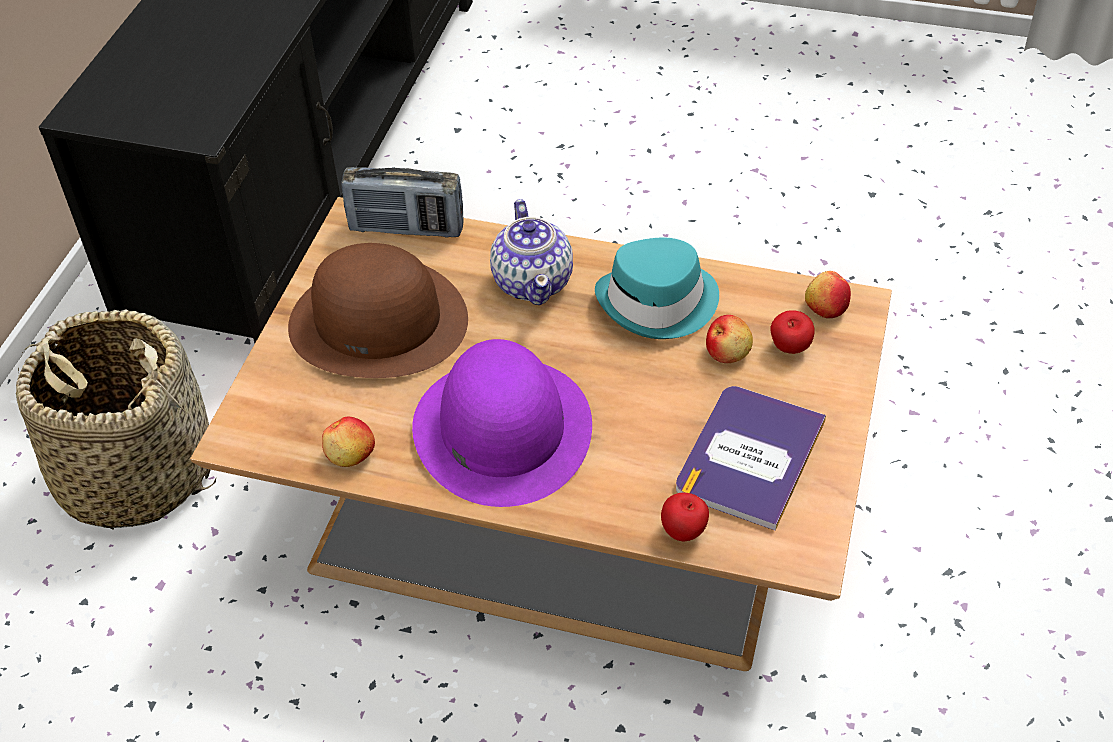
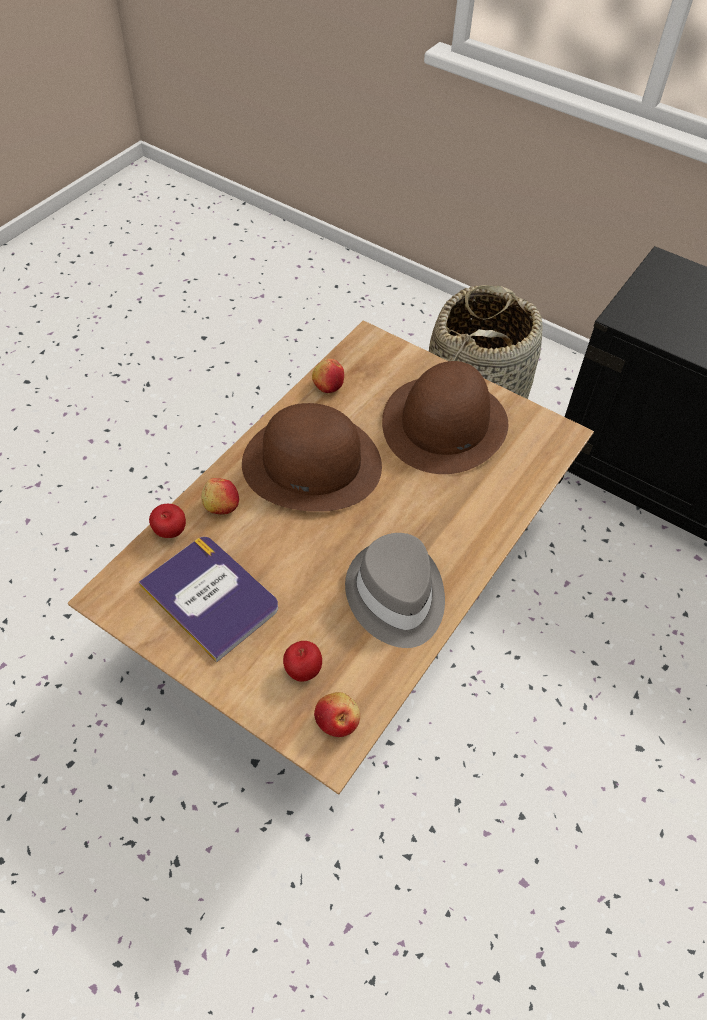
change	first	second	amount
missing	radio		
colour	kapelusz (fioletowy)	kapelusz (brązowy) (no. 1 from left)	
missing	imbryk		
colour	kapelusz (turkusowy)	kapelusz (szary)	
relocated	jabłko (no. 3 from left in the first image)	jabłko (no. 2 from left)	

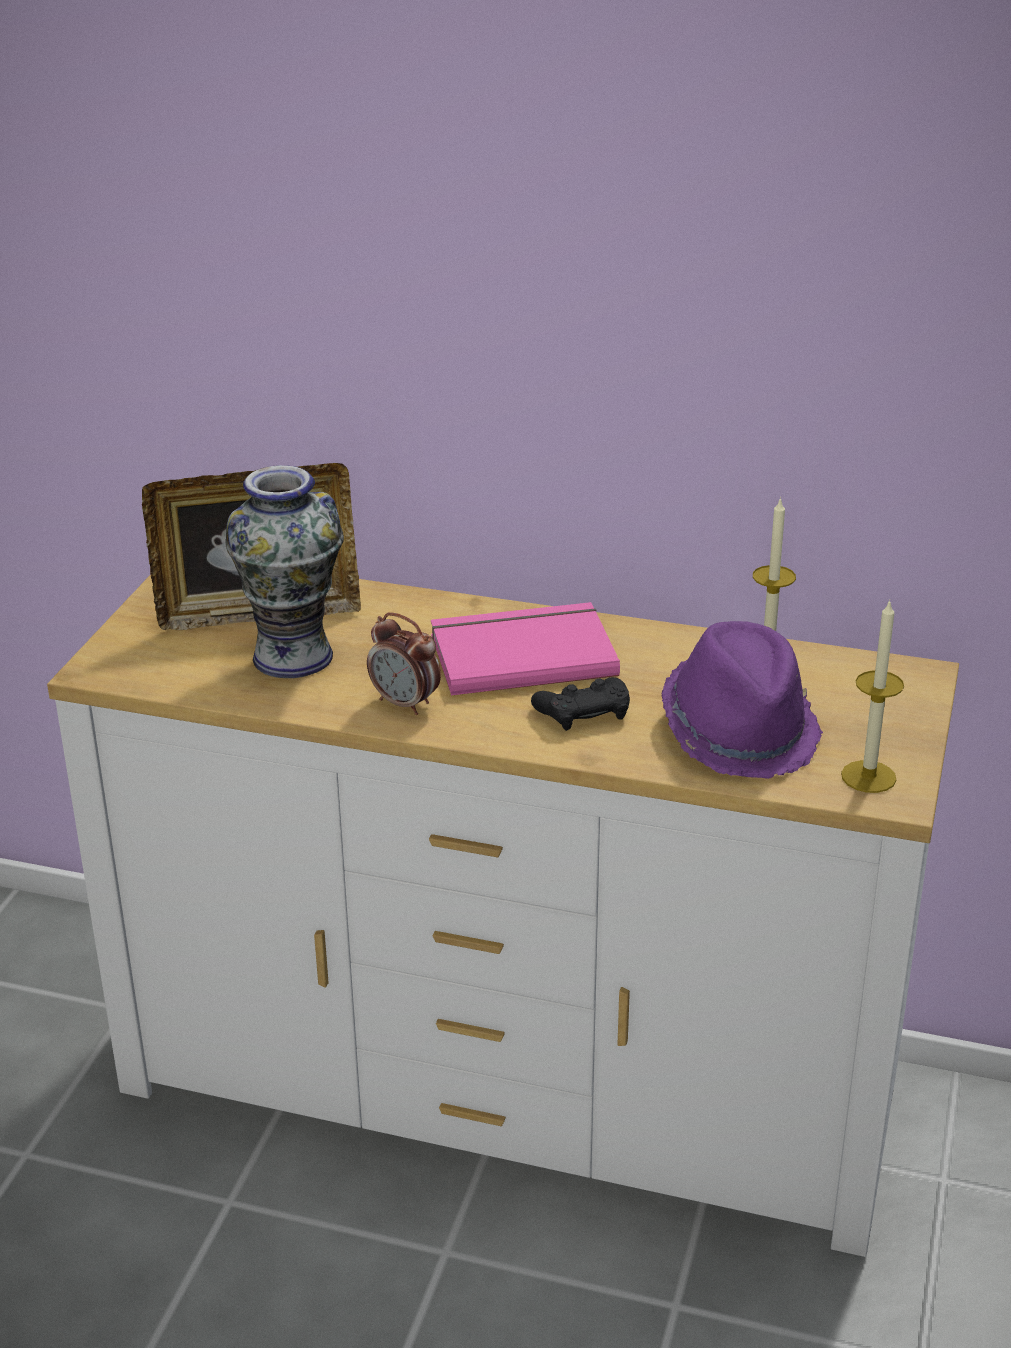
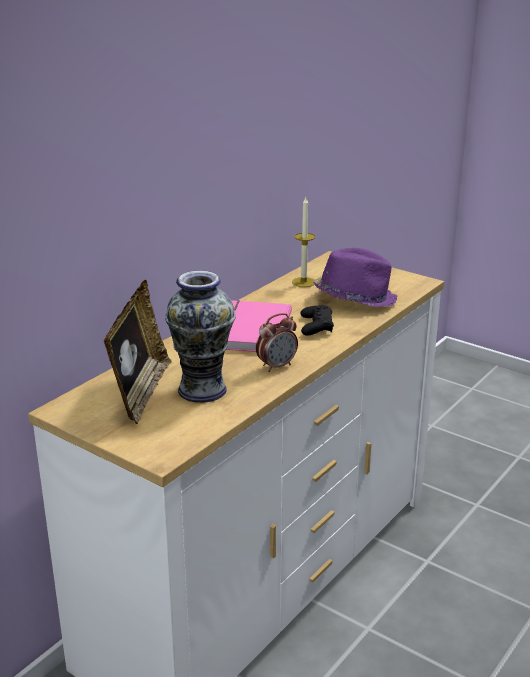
change	first	second	amount
missing	świeca (no. 2 from left)		

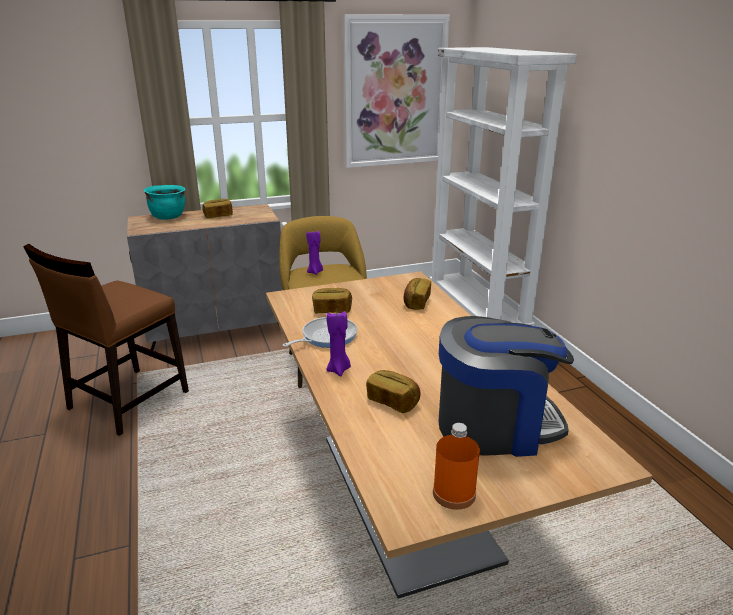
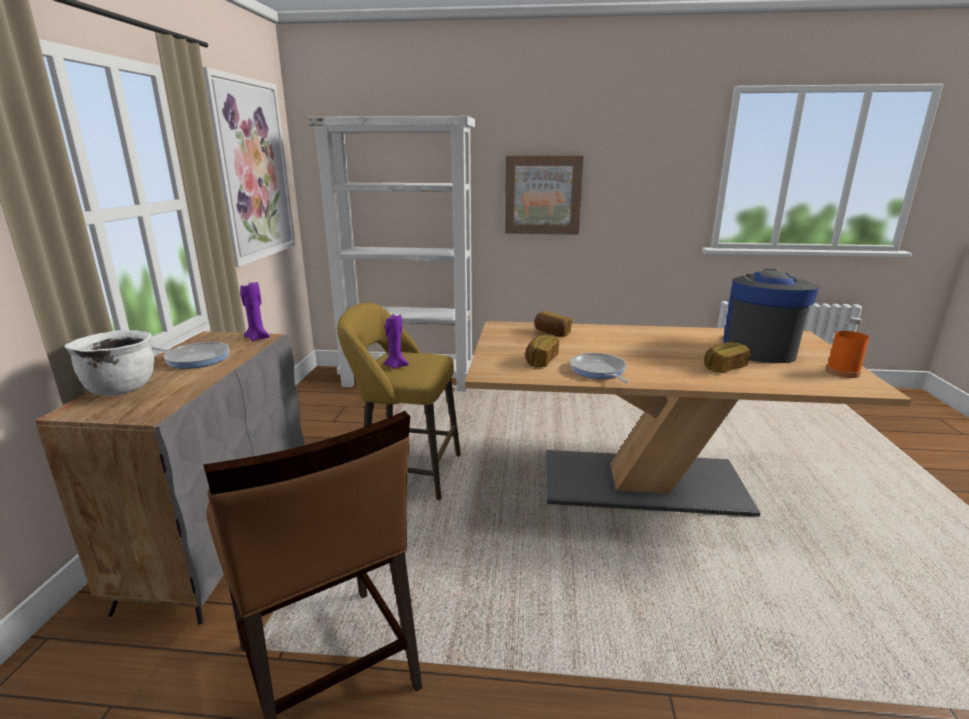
change	first	second	amount
colour	garnek (turkusowy)	garnek (biały)	
exchanged	chleb (no. 1 from left)	patelnia (no. 1 from left)	
relocated	świeca (fioletowy) (no. 2 from left in the first image)	świeca (fioletowy) (no. 1 from left)	
appeared		obraz (no. 2 from left)	

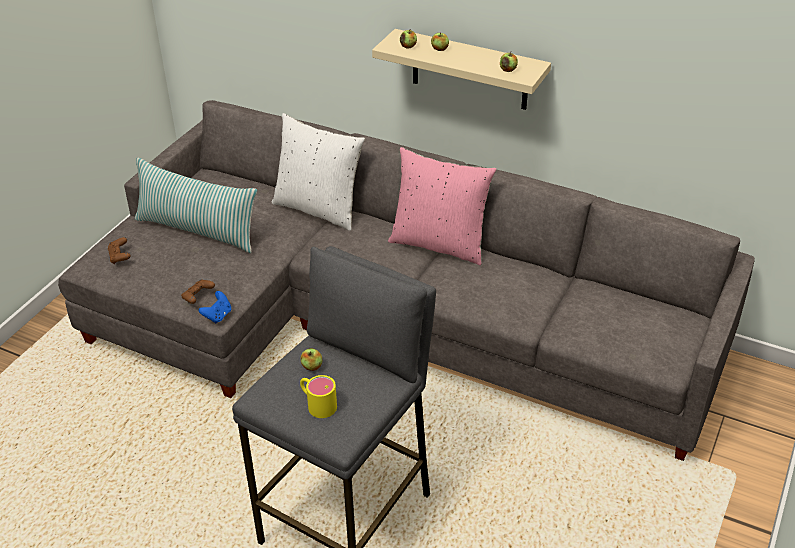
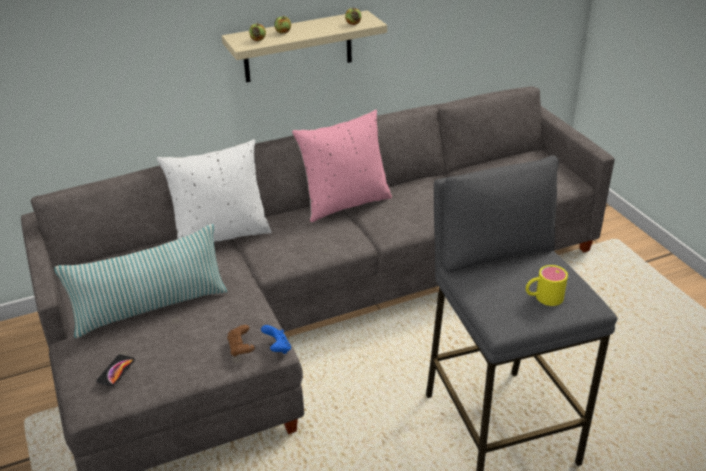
change	first	second	amount
exchanged	pad do gier (brązowy) (no. 1 from left)	telefon	
missing	jabłko (no. 1 from left)		

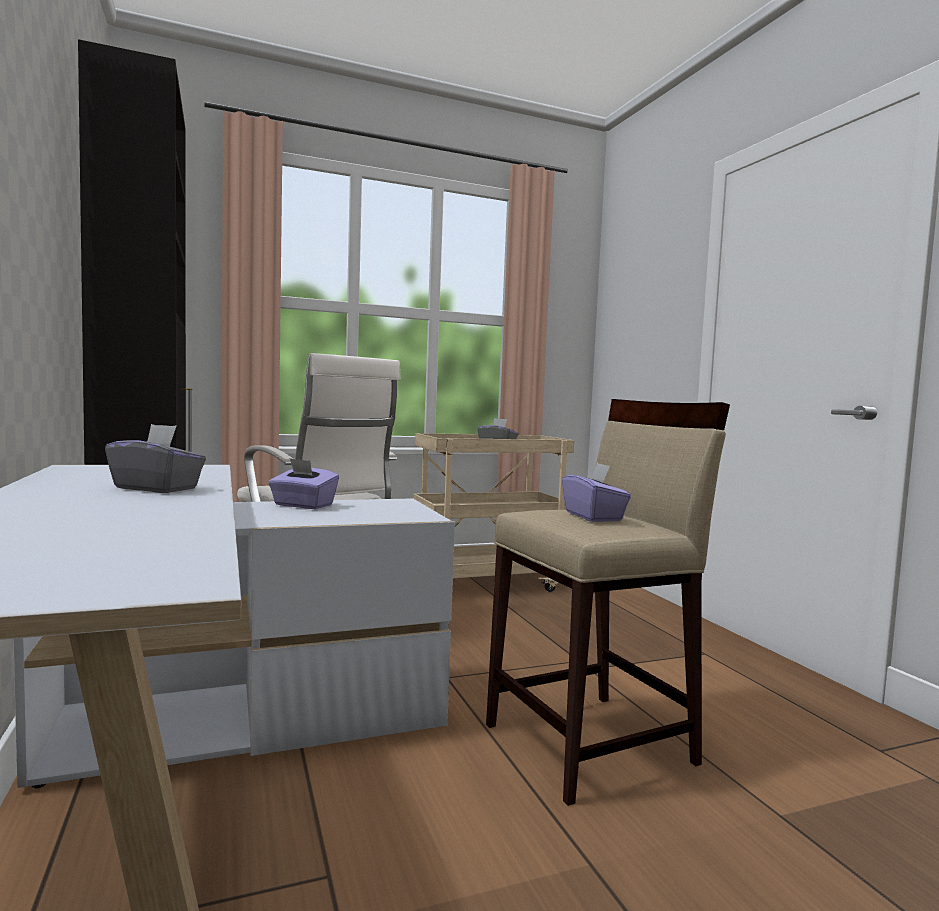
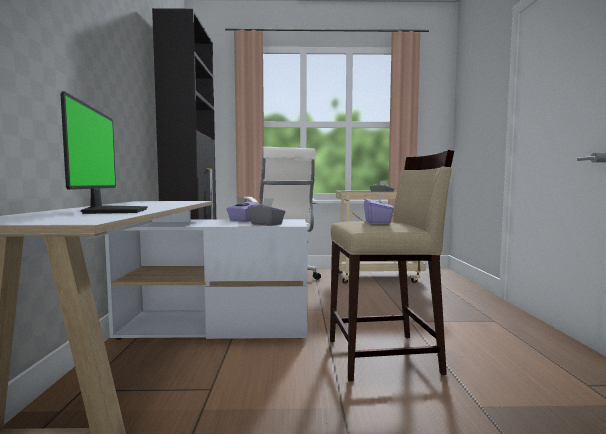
change	first	second	amount
relocated	pudełko chusteczek (szary) (no. 1 from left)		
appeared		monitor	

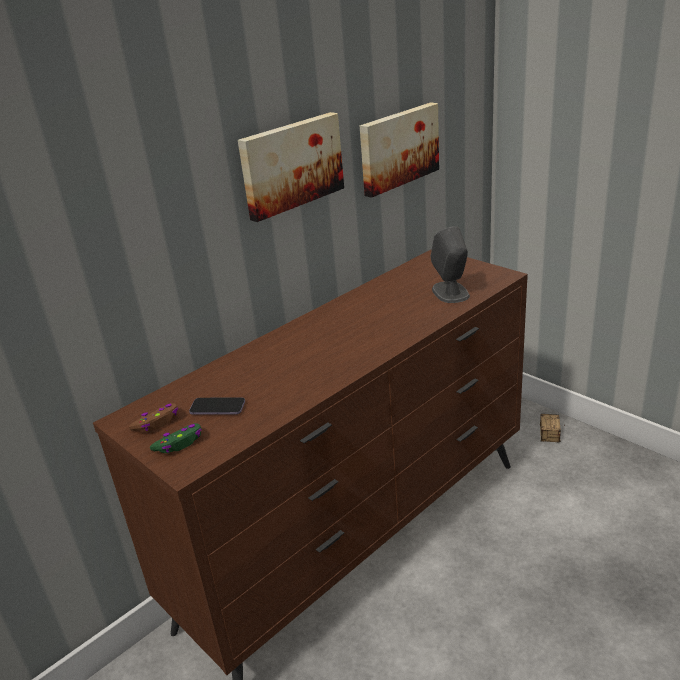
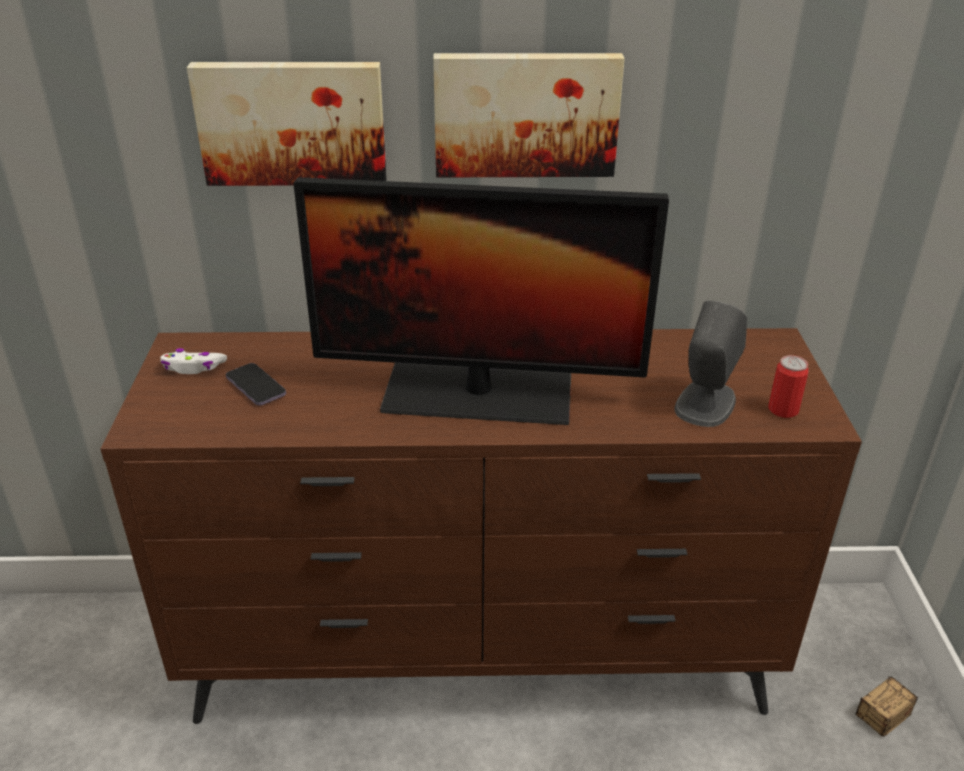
change	first	second	amount
colour	pad do gier (brązowy)	pad do gier (biały)	
missing	pad do gier (zielony)		
relocated	obraz (no. 2 from left in the first image)	obraz (no. 1 from left)	
appeared		monitor	
appeared		puszka	

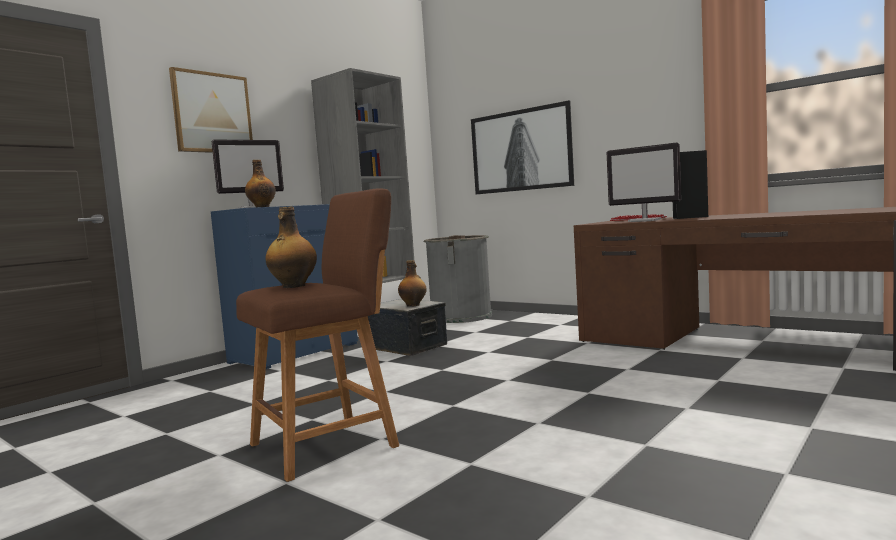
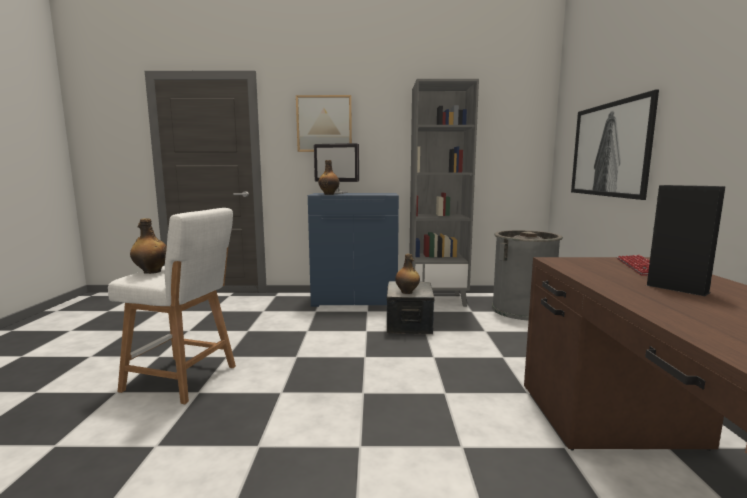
change	first	second	amount
colour	stołek (brązowy)	stołek (biały)	
missing	monitor (no. 2 from left)		

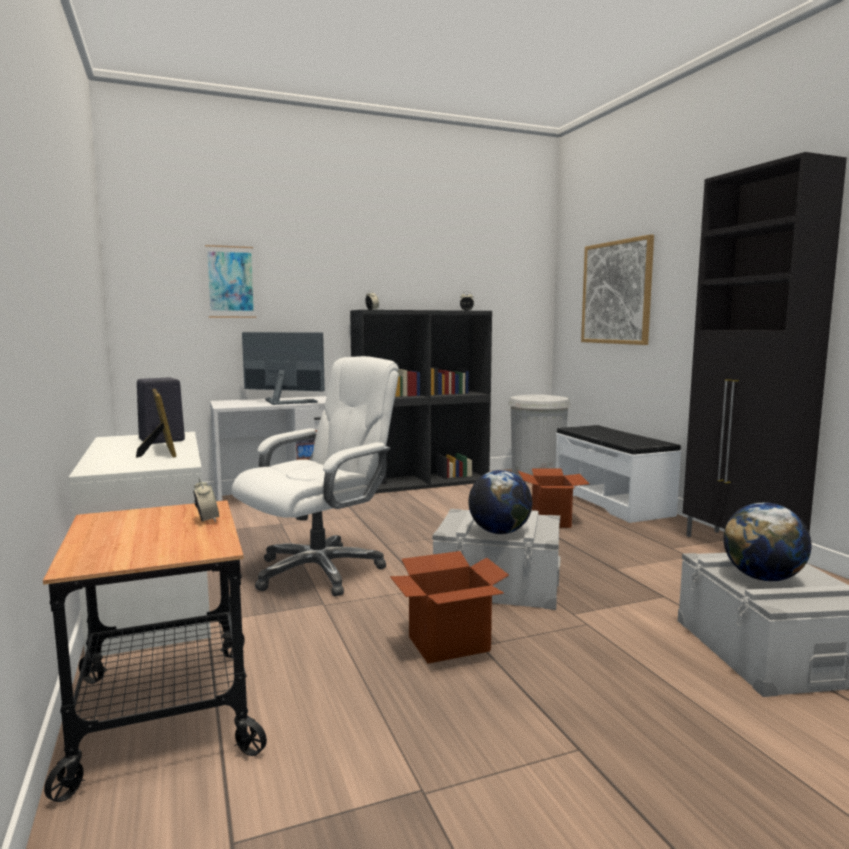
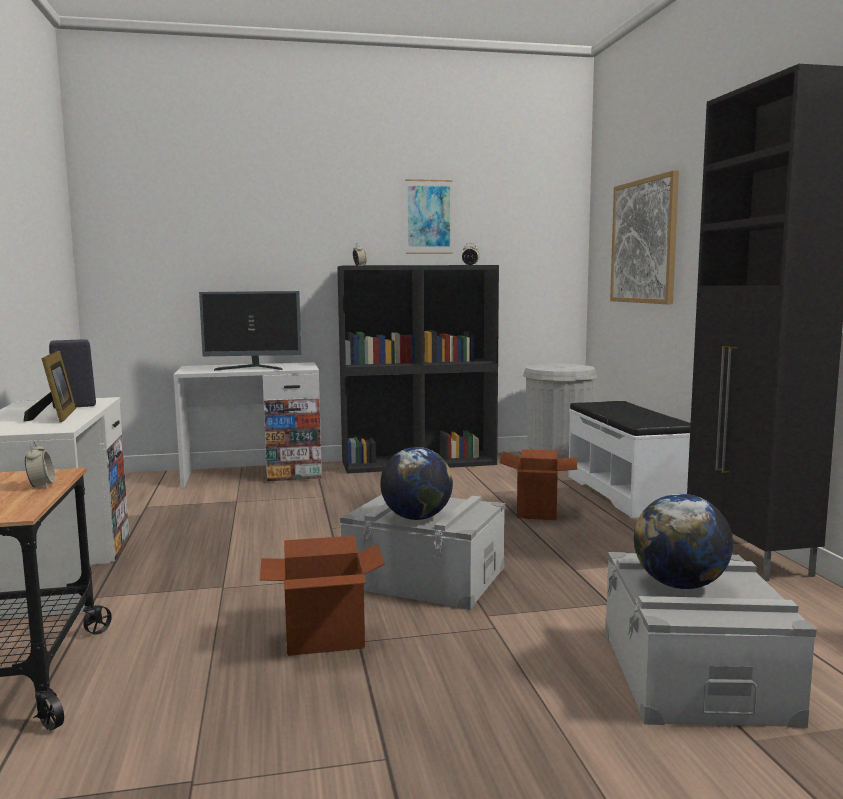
change	first	second	amount
relocated	obraz (no. 1 from left)		
missing	krzesło biurowe (biały)		
spun	monitor		150 degrees clockwise

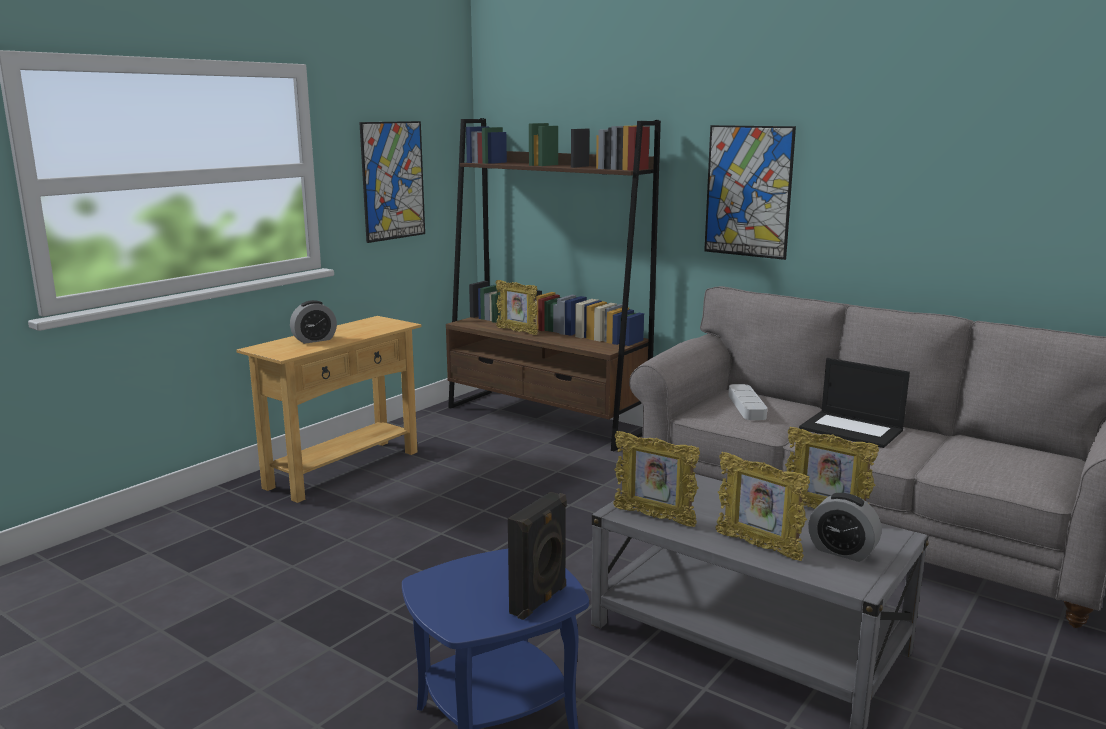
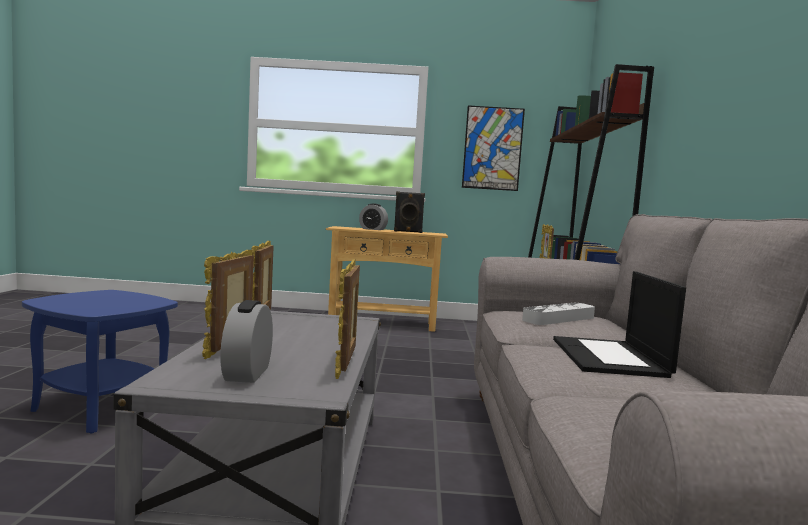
change	first	second	amount
relocated	głośnik (czarny)		
missing	obraz (no. 2 from left)		

